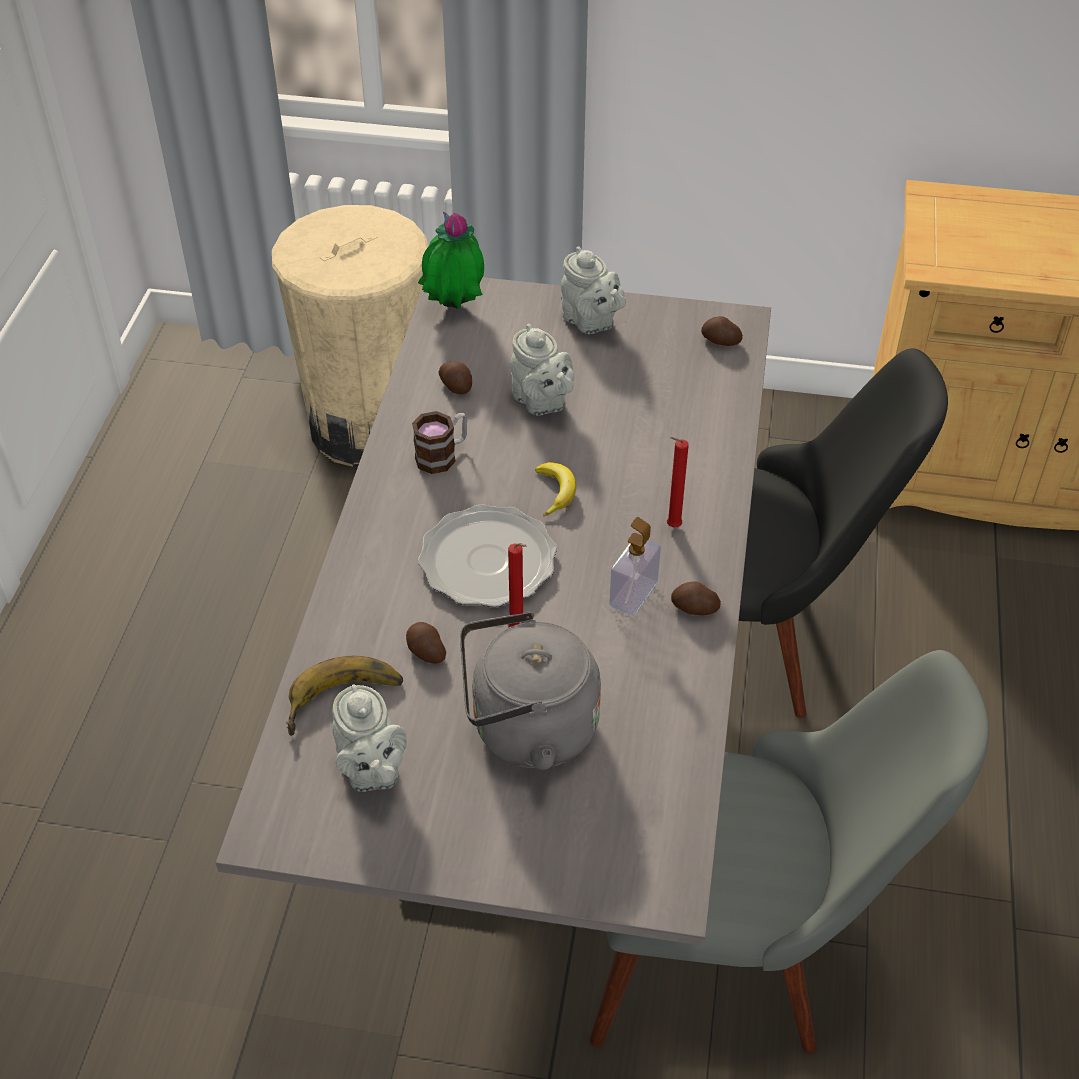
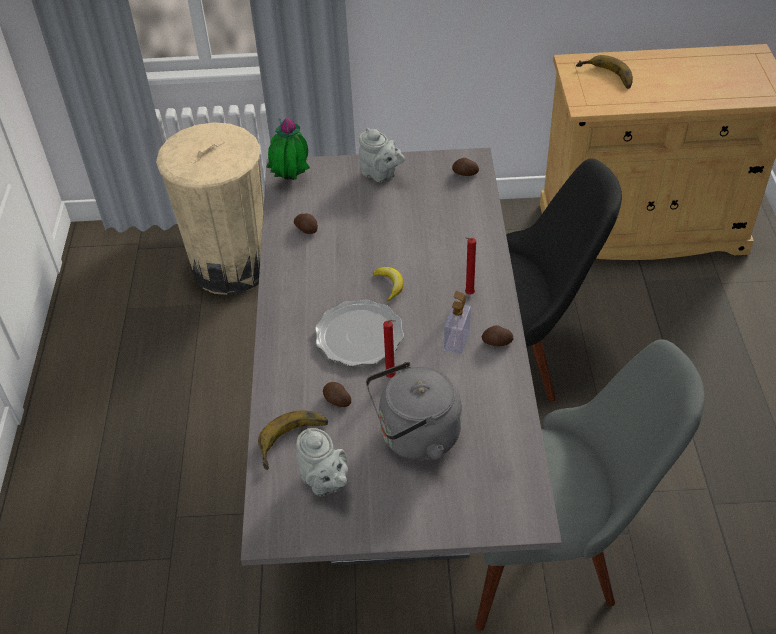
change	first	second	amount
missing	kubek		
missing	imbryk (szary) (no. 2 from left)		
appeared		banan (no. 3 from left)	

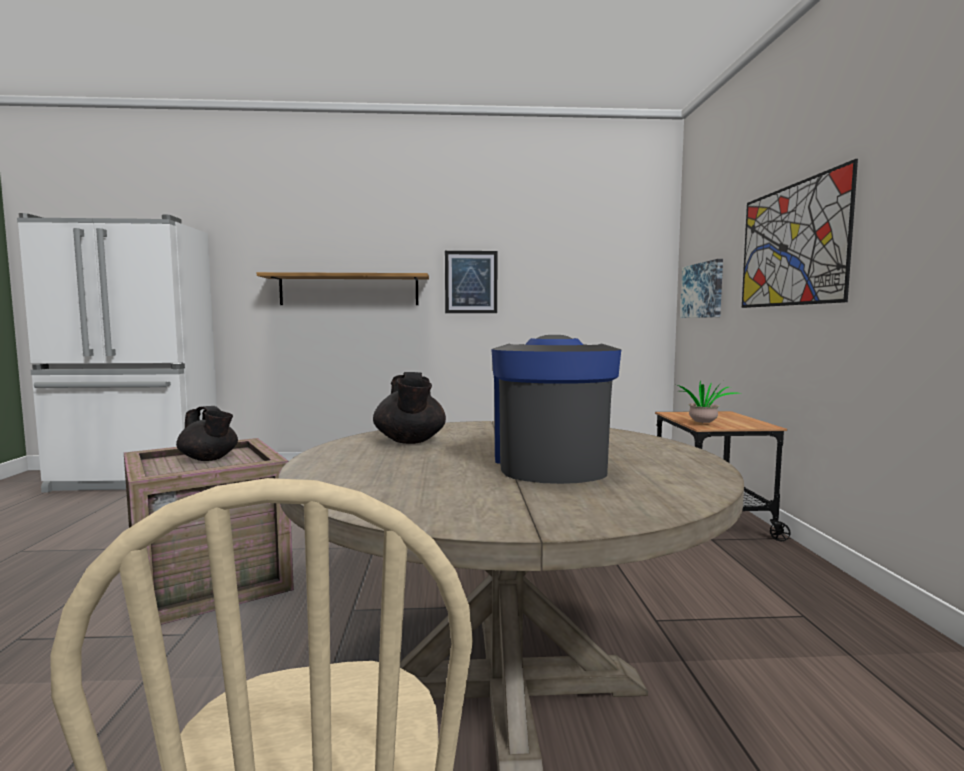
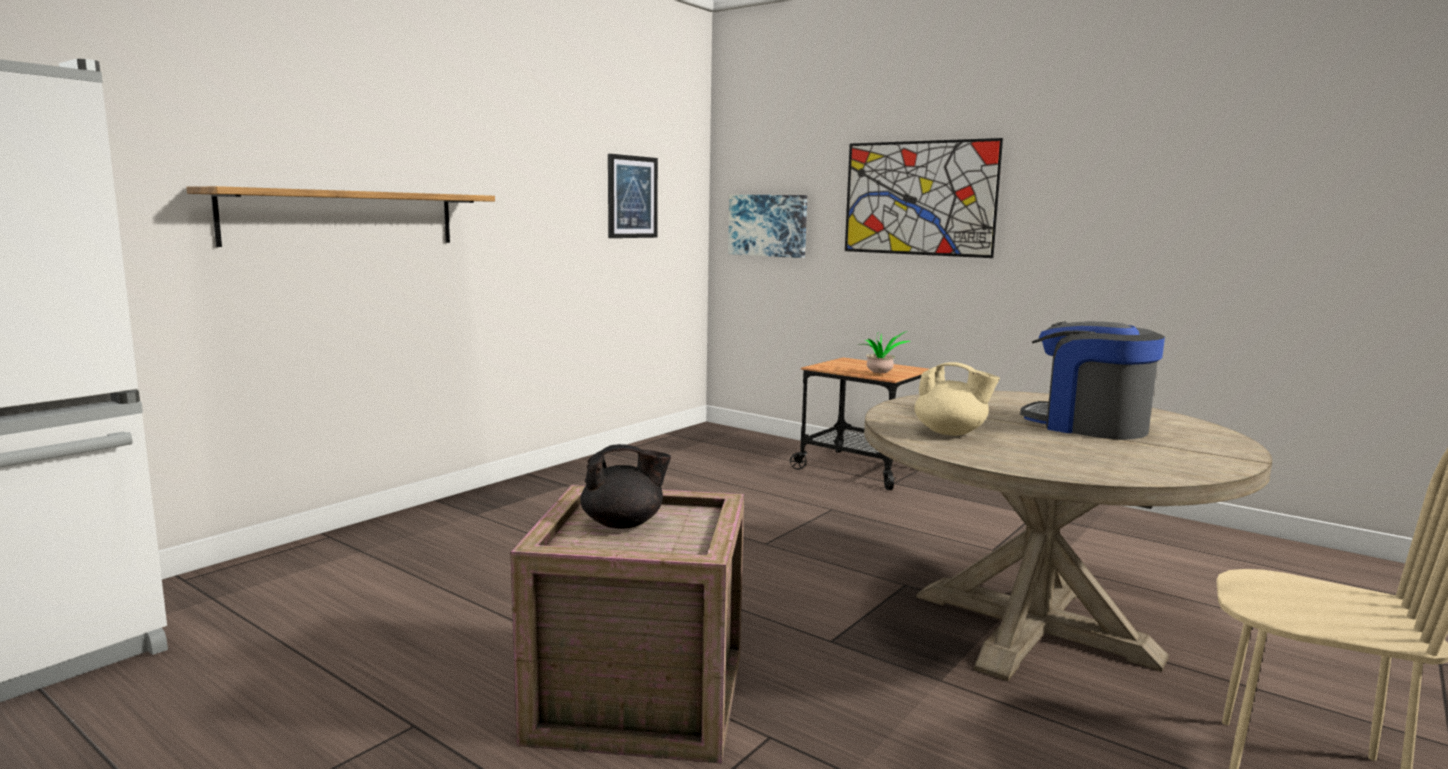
change	first	second	amount
colour	imbryk (czarny) (no. 2 from left)	imbryk (beżowy)	
relocated	obraz (no. 1 from left)		

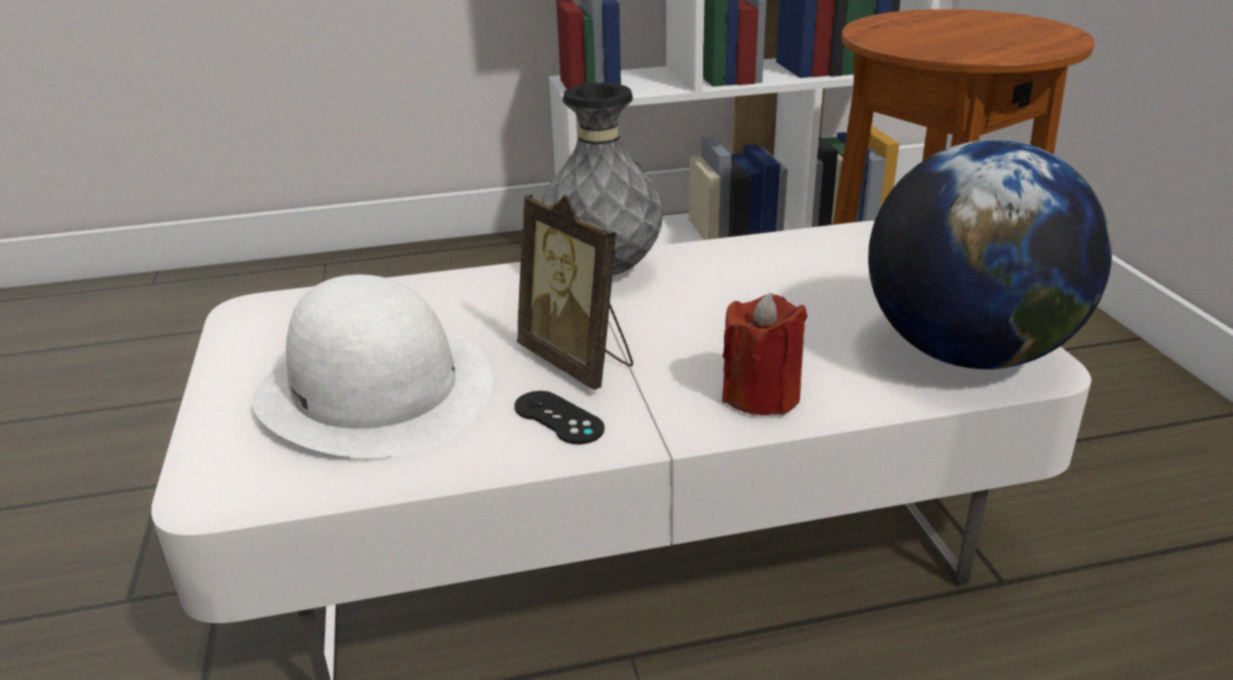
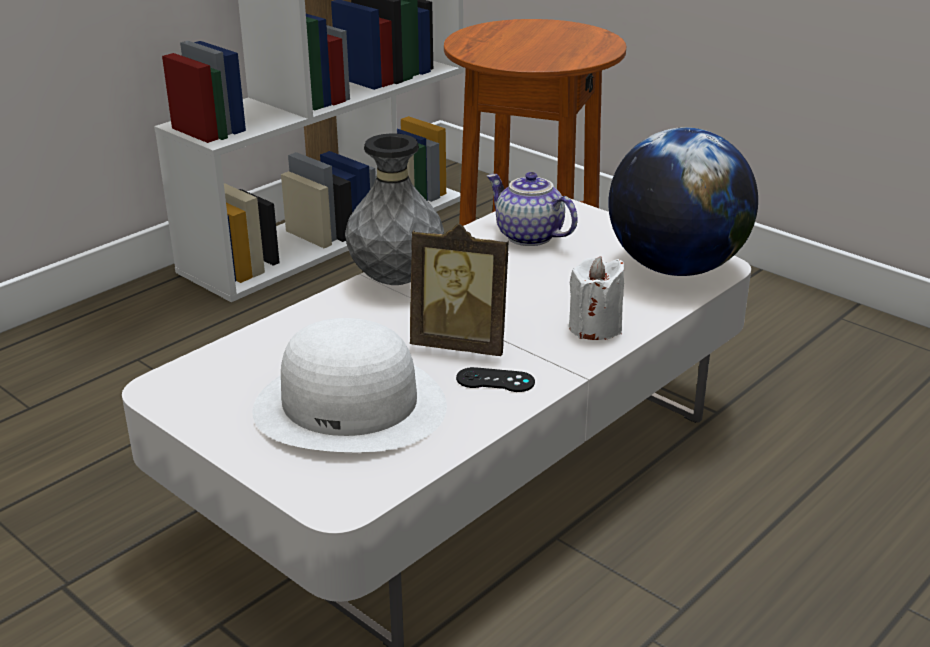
change	first	second	amount
colour	świeca (czerwony)	świeca (biały)	
appeared		imbryk	

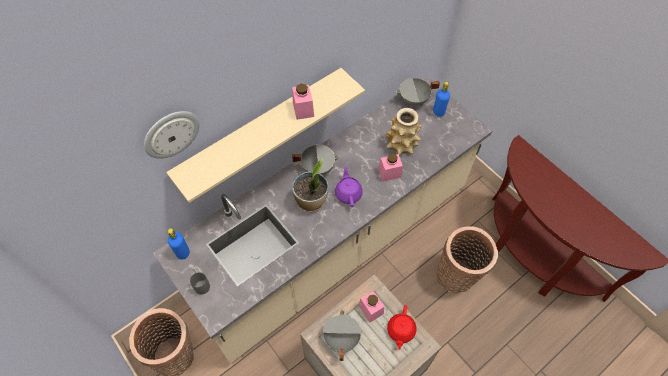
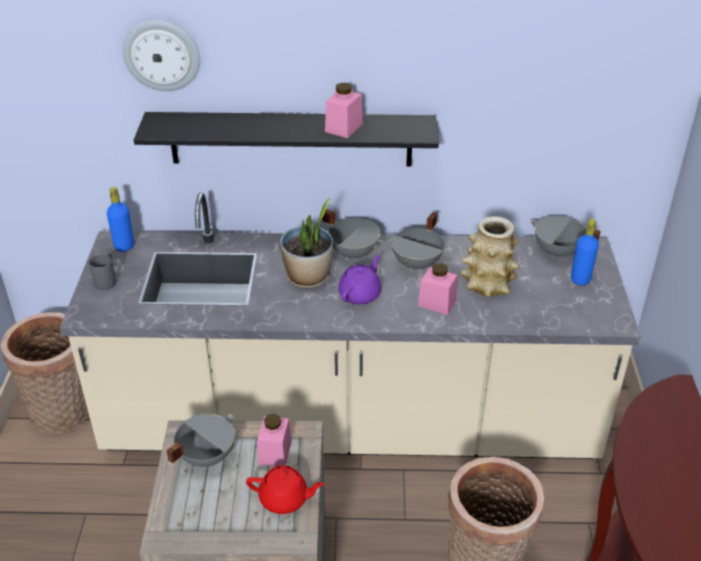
change	first	second	amount
colour	półka (beżowy)	półka (czarny)	
spun	imbryk (czerwony)		135 degrees counterclockwise
appeared		garnek (szary) (no. 3 from left)	

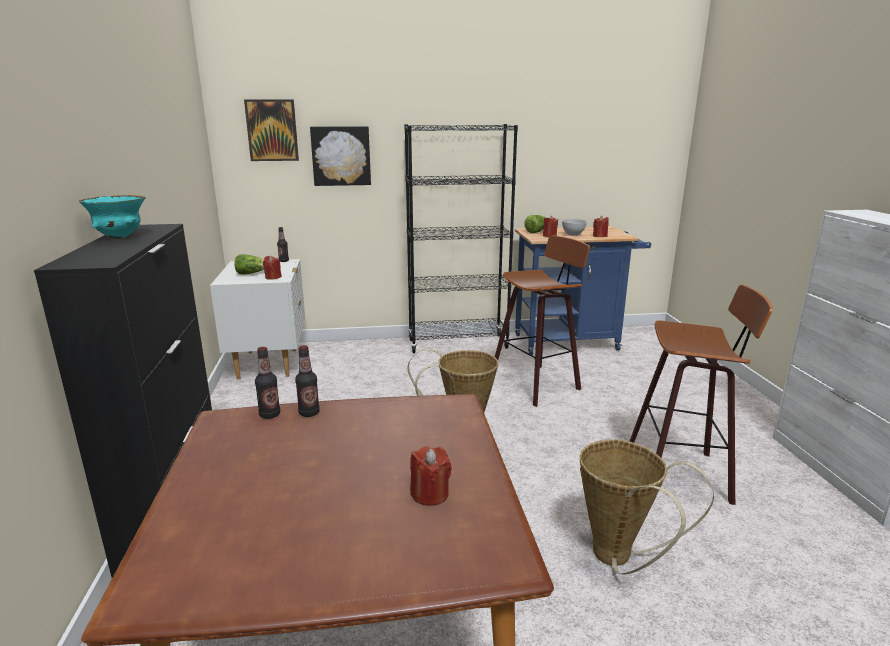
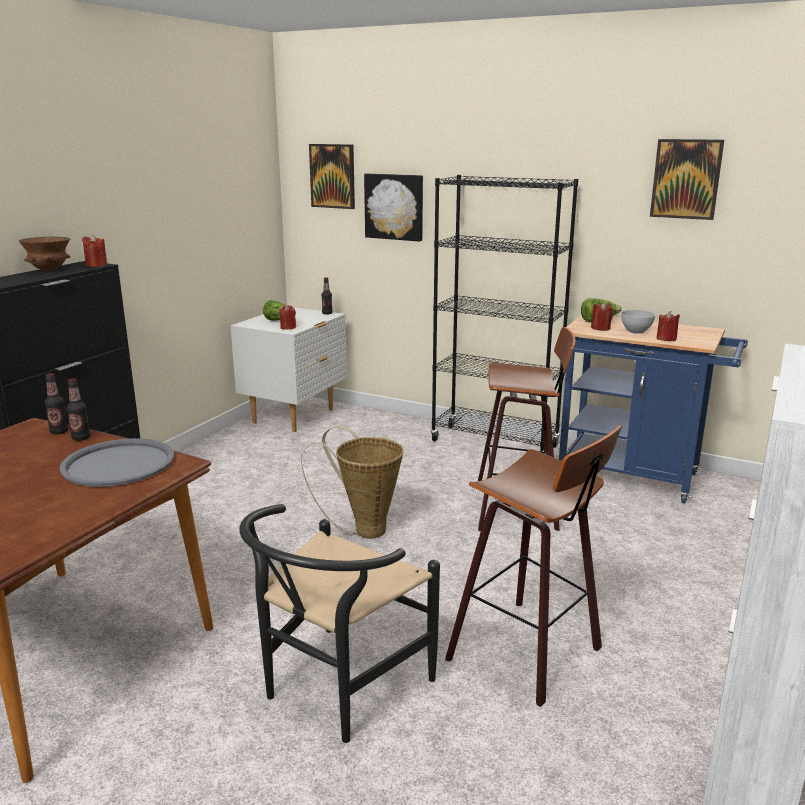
change	first	second	amount
colour	miska (turkusowy)	miska (brązowy)	
relocated	świeca (czerwony) (no. 2 from left in the first image)	świeca (czerwony) (no. 1 from left)	
exchanged	koszyk (no. 2 from left)	krzesło (czarny)	
appeared		taca (szary)	
appeared		obraz (no. 3 from left)	

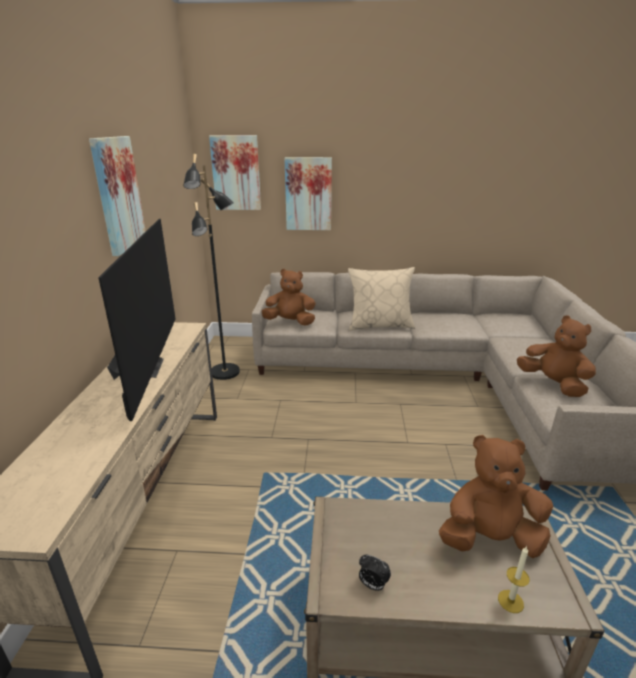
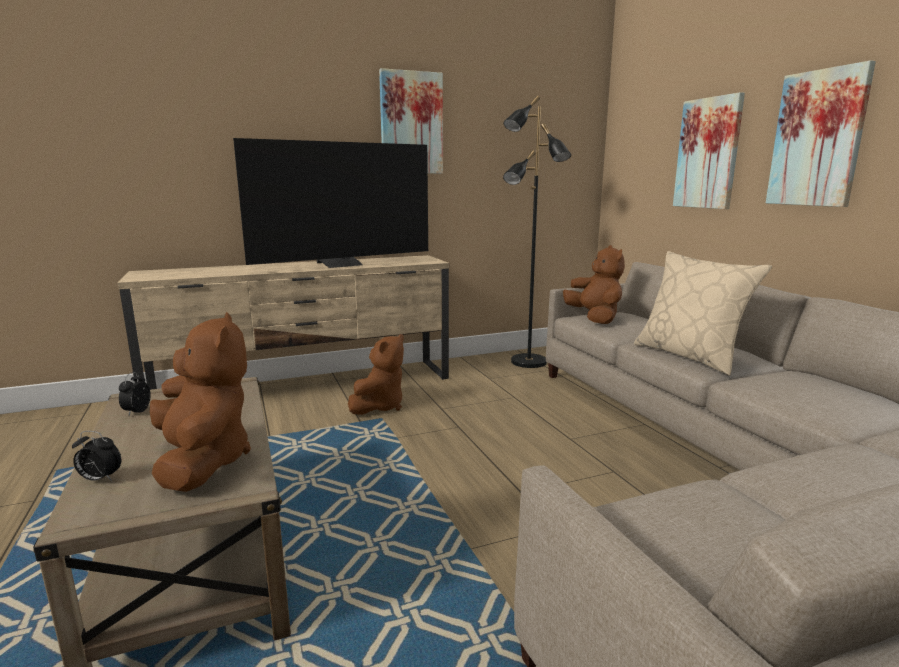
change	first	second	amount
relocated	obraz (no. 2 from left in the first image)	obraz (no. 3 from left)	
exchanged	świeca	budzik (no. 1 from left)	
relocated	pluszak (brązowy) (no. 3 from left in the first image)	pluszak (brązowy) (no. 2 from left)	

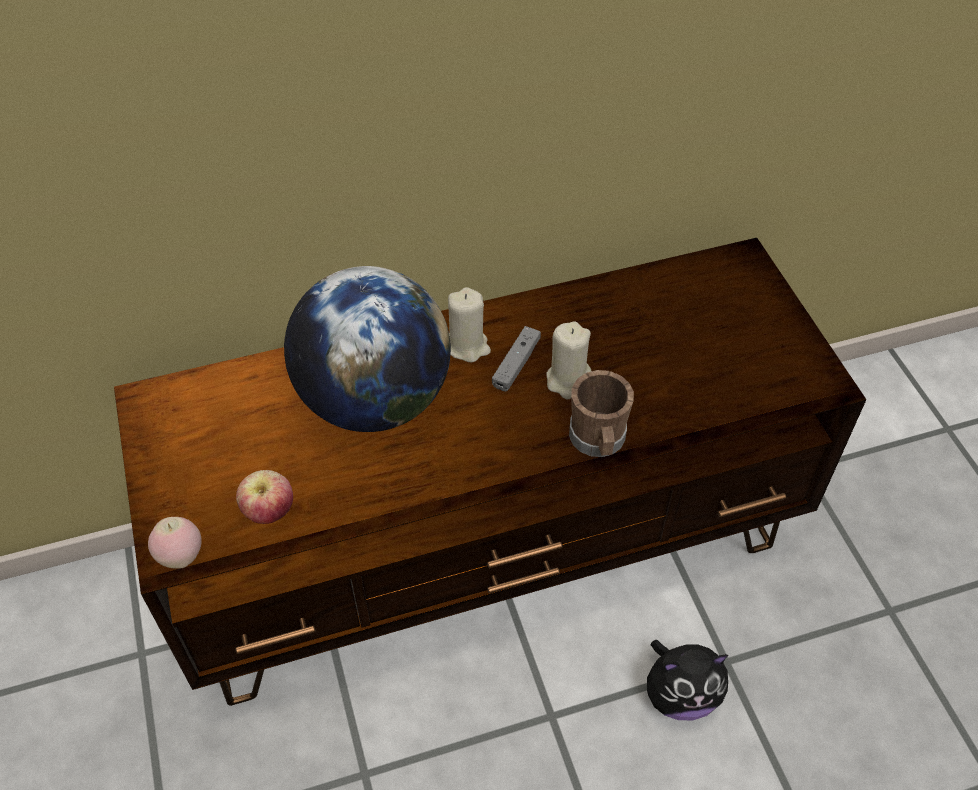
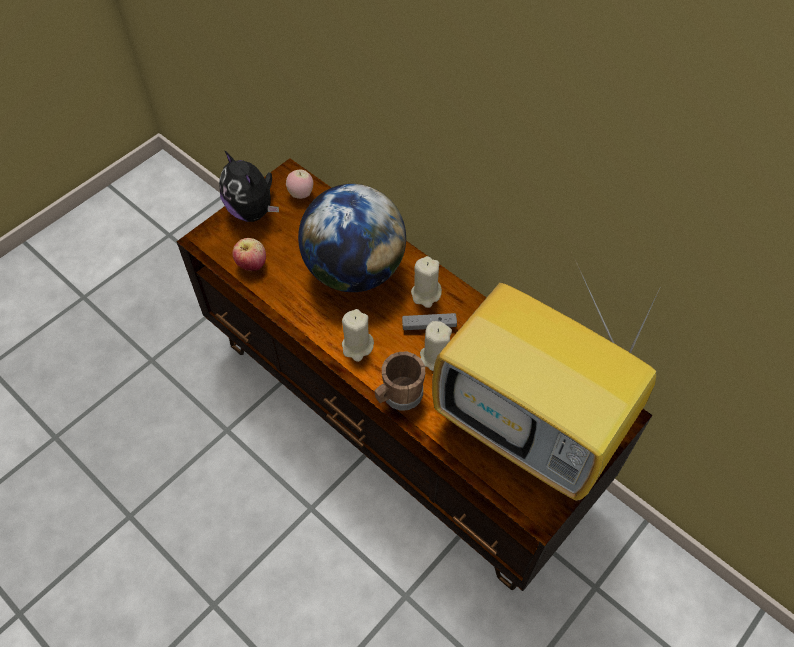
change	first	second	amount
relocated	jabłko (no. 1 from left in the first image)	jabłko (no. 2 from left)	
relocated	pluszak		
appeared		świeca (beżowy) (no. 1 from left)	
appeared		telewizor	

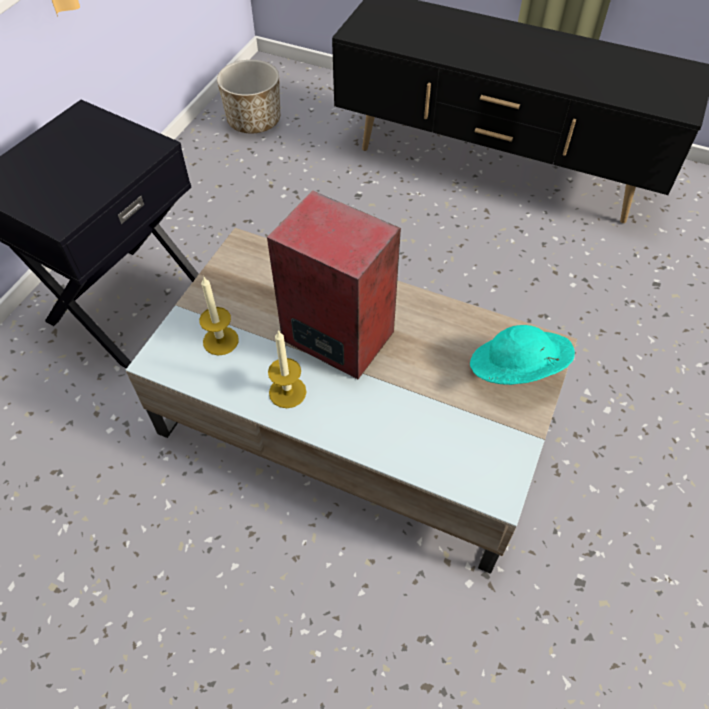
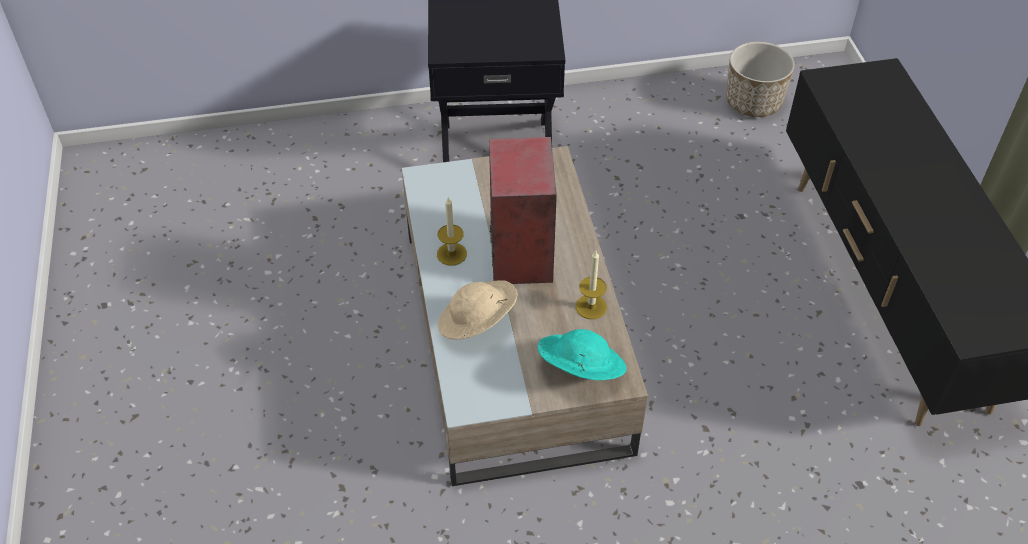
change	first	second	amount
relocated	świeca (no. 1 from left in the first image)	świeca (no. 2 from left)	
appeared		kapelusz (beżowy)	

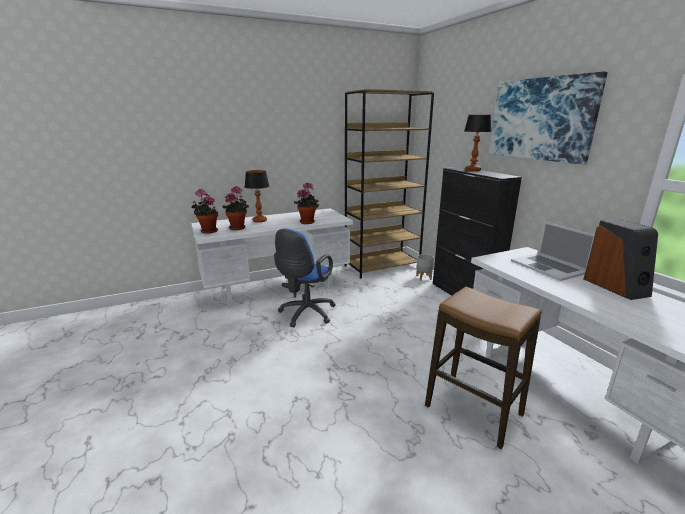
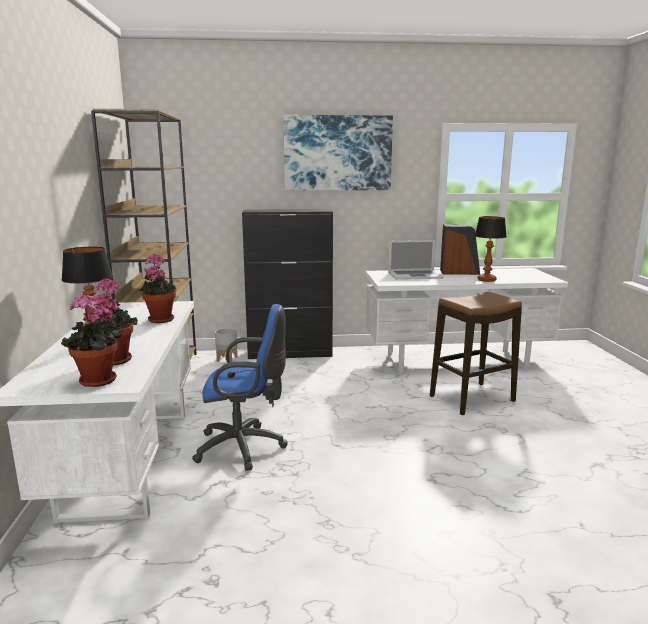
change	first	second	amount
spun	krzesło biurowe (niebieski)		45 degrees counterclockwise
relocated	lampa stołowa (no. 2 from left)		

